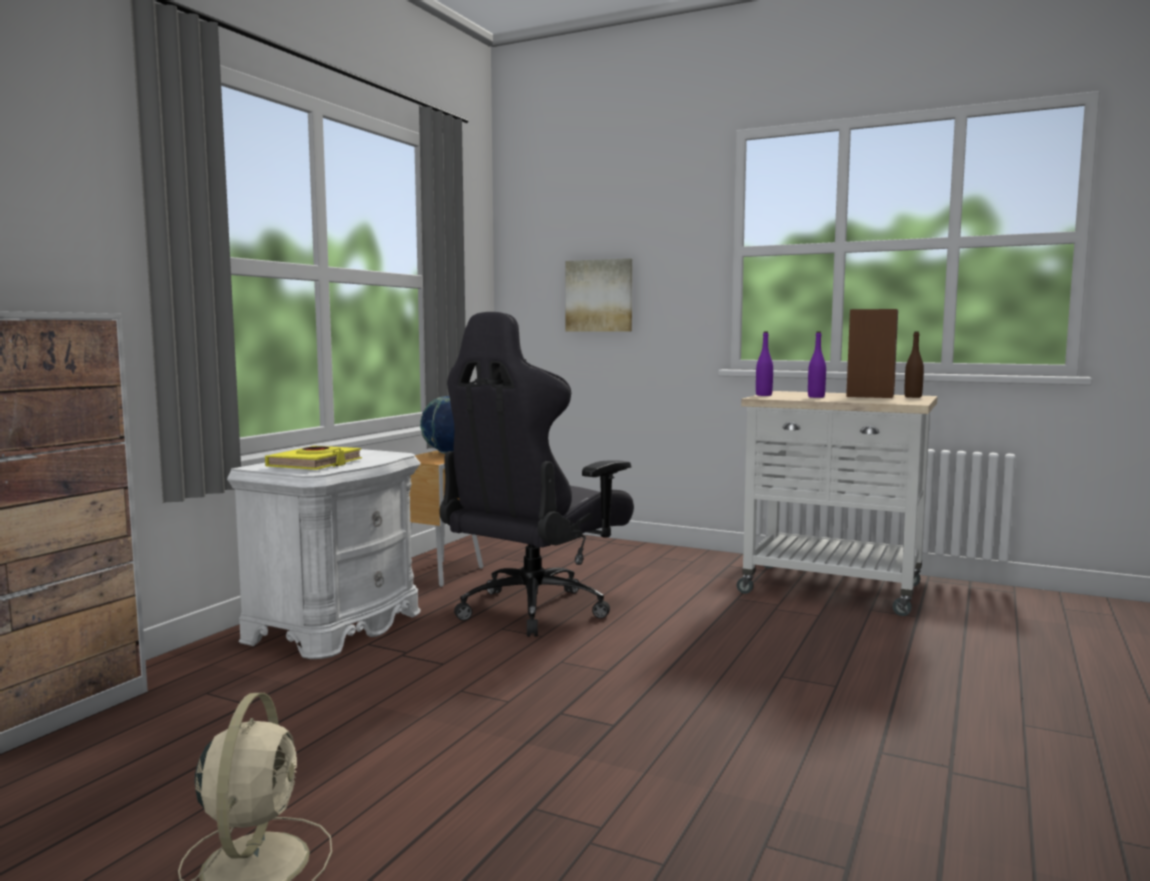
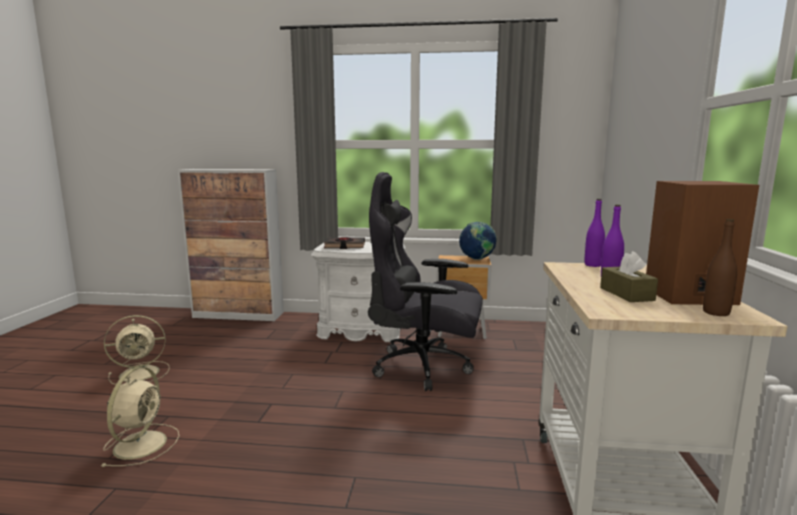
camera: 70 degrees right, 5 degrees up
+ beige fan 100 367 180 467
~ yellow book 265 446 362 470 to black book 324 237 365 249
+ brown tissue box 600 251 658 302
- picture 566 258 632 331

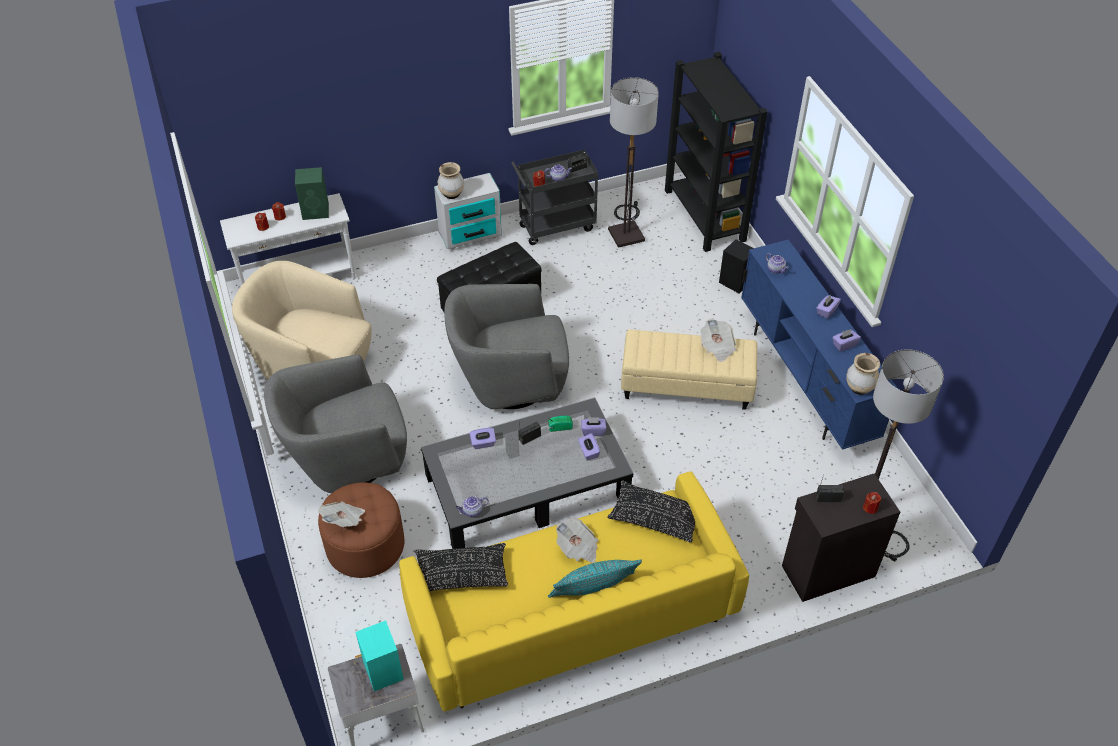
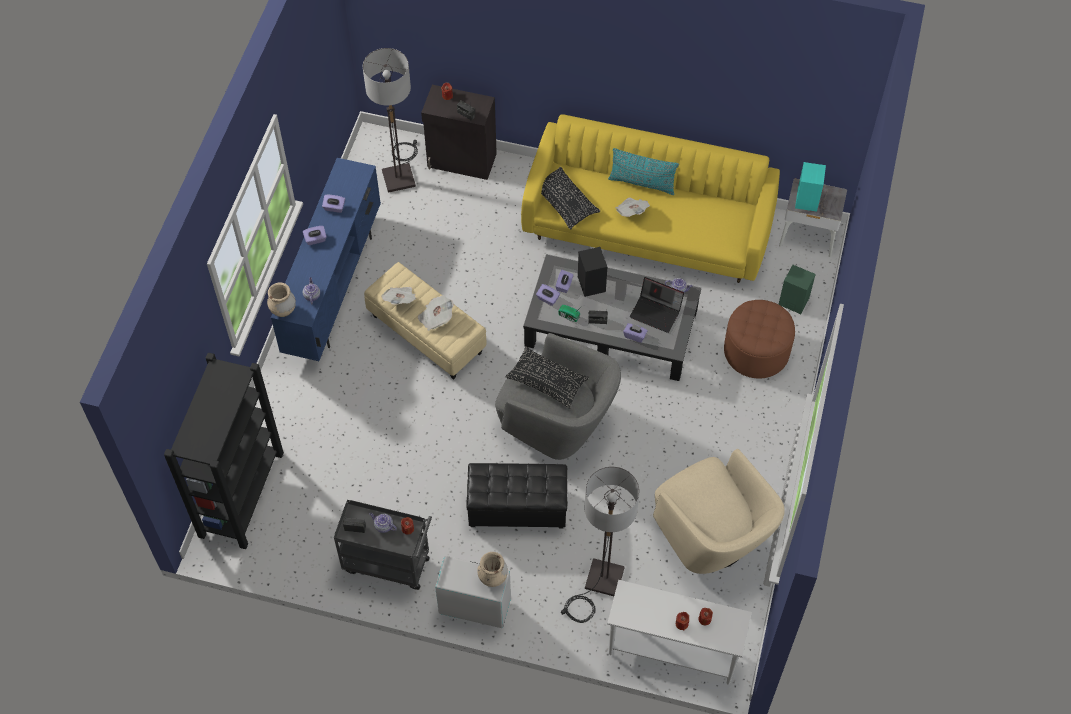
camera: 145 degrees left, 10 degrees up
~ beige vase 847 353 880 395 to 267 282 296 317
~ newspaper 318 501 365 527 to 418 295 454 331
~ black pillow 415 543 508 591 to 505 347 589 409
~ floor lamp 608 77 659 248 to 561 466 640 623
~ black speaker 719 239 754 293 to 578 247 607 297
+ laptop 630 277 684 333
~ green speaker 295 167 329 220 to 778 265 816 314
- grey armchair 264 355 407 493

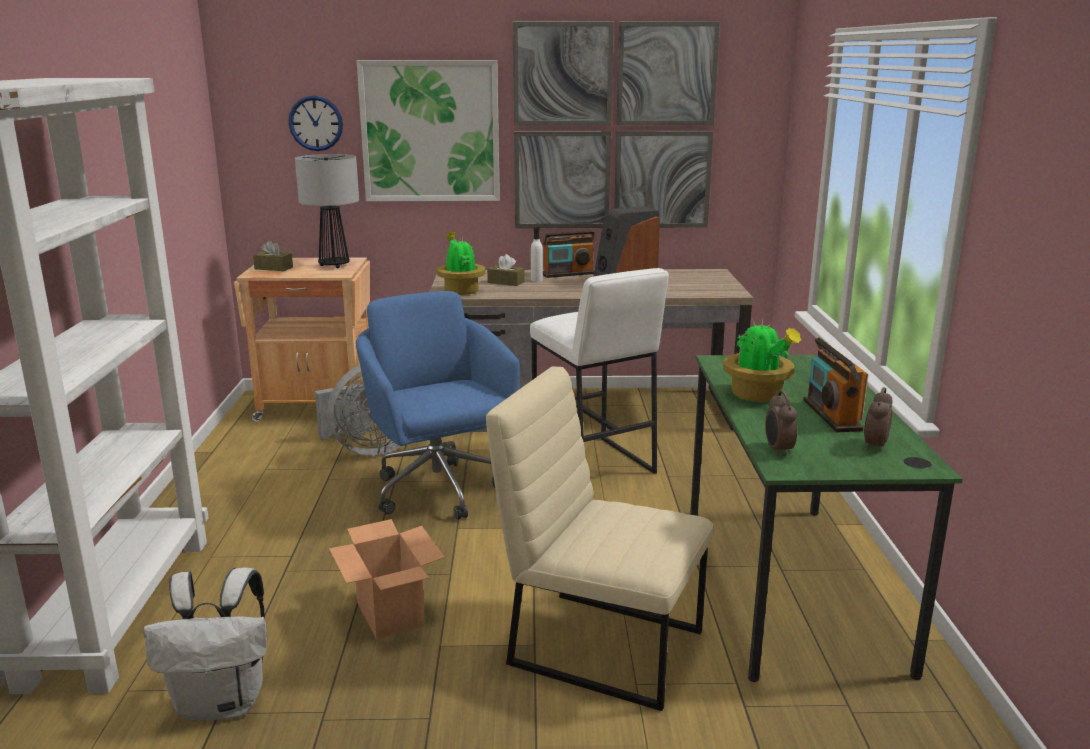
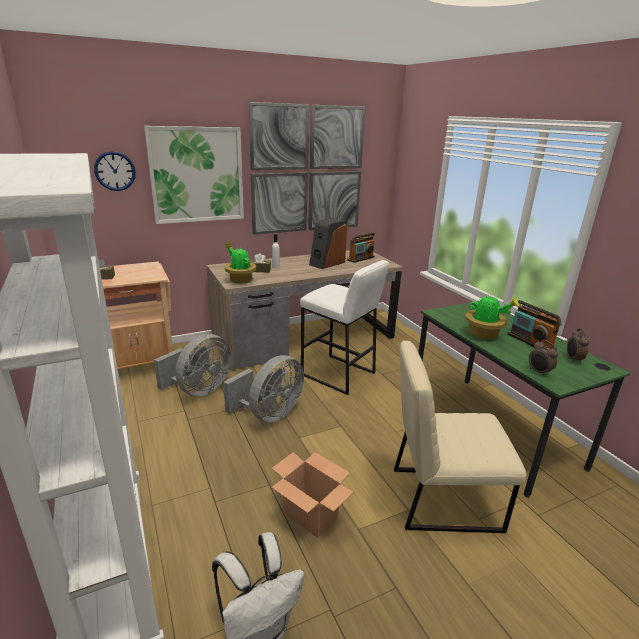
camera: 25 degrees left, 5 degrees up
~ blue office chair 356 291 520 520 to grey fan 223 355 304 423
~ radio 543 230 595 278 to 347 232 375 263
- table lamp 295 154 359 268

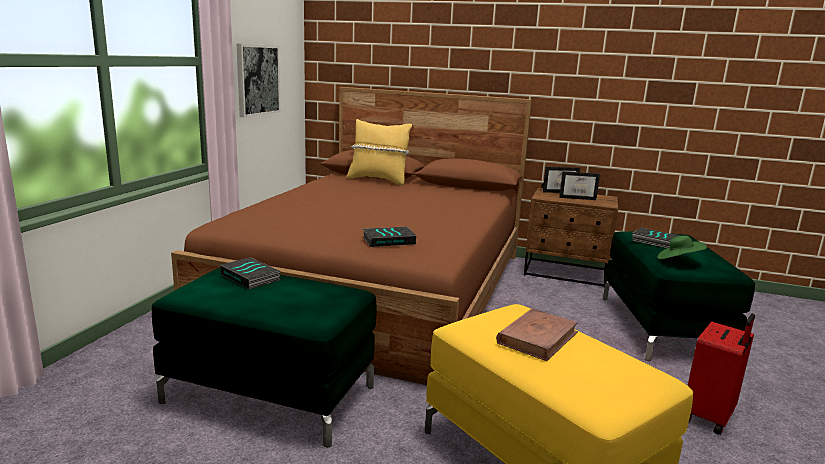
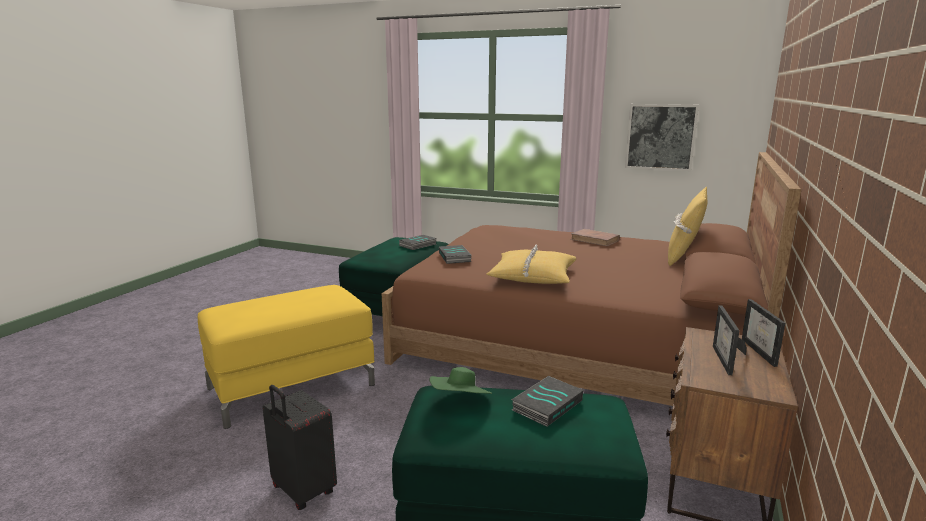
camera: 95 degrees right, 0 degrees up
~ red suitcase 688 314 755 435 to black suitcase 263 385 337 510
+ yellow pillow 487 245 576 284
~ brown book 496 308 578 361 to 571 229 620 246

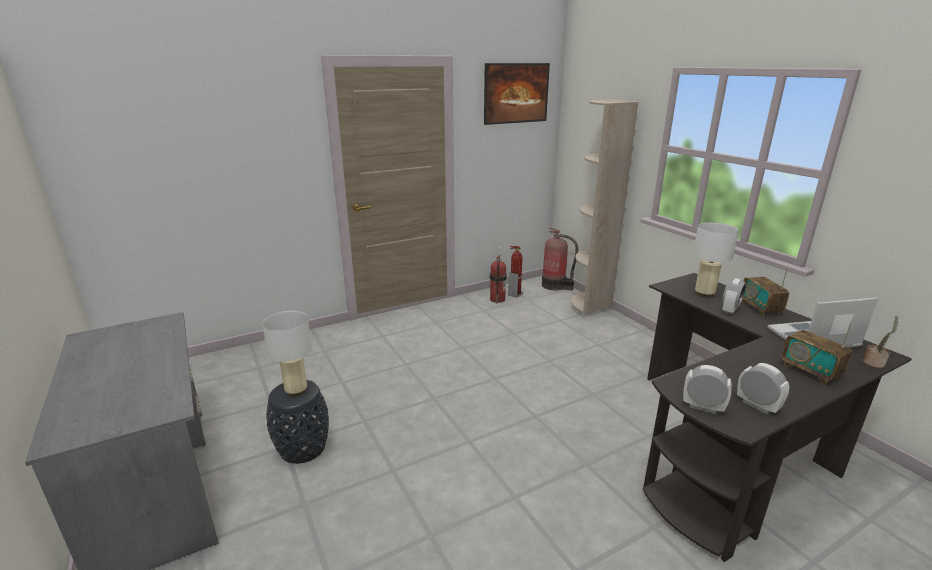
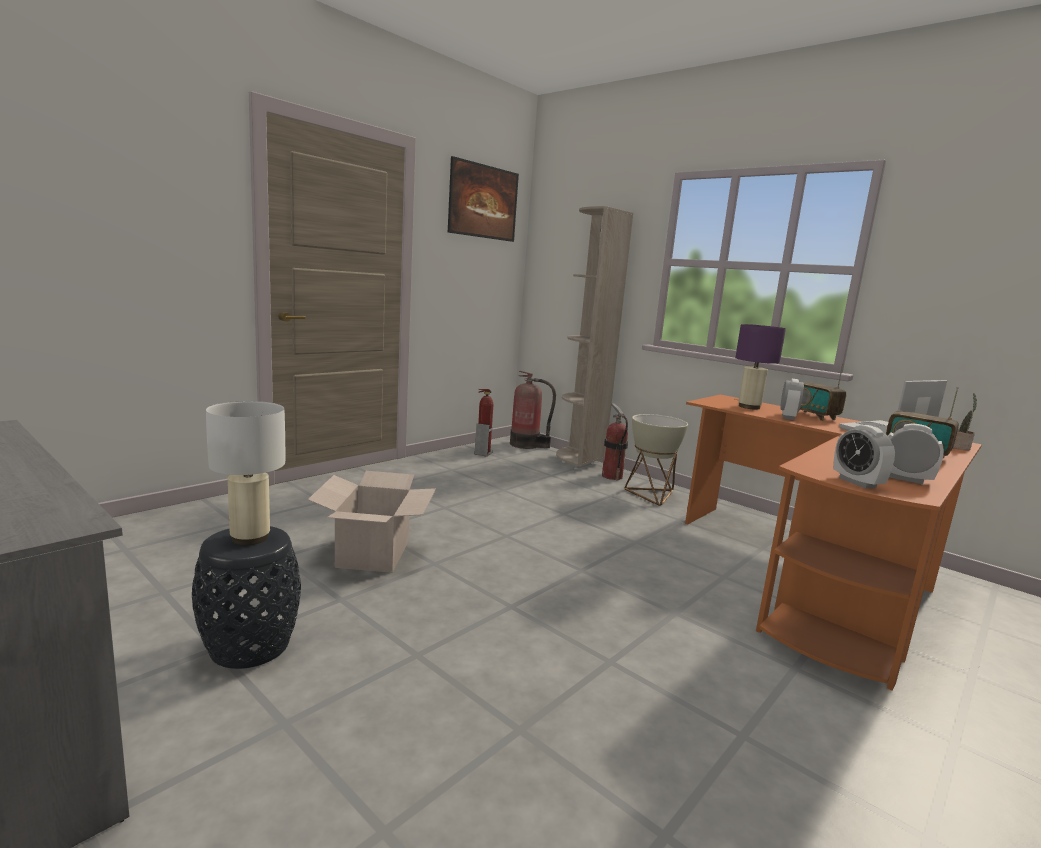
camera: 20 degrees left, 10 degrees down
+ cardboard box 308 471 436 573
~ fire extinguisher 490 245 507 303 to 602 403 628 480
+ planter 624 414 688 506
~ black desk 643 273 912 562 to orange desk 685 395 982 691
~ white table lamp 693 222 739 298 to purple table lamp 736 324 786 410
~ alarm clock 683 365 732 414 = 833 425 895 489 120 degrees counterclockwise

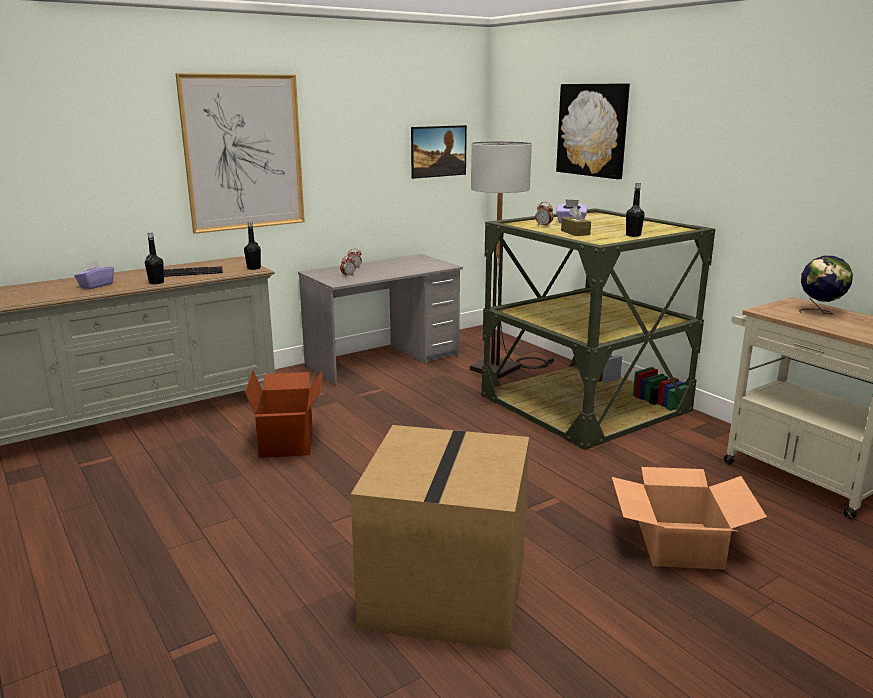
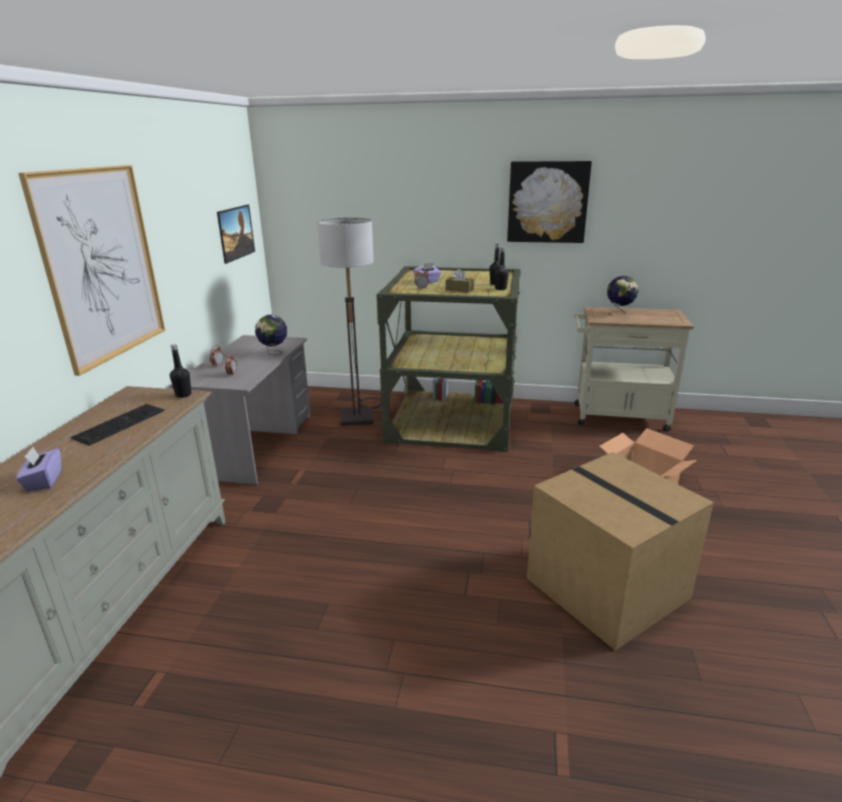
camera: 45 degrees left, 5 degrees up
+ globe 255 315 287 355
~ black bottle 145 233 164 284 to 494 247 509 290
~ picture 556 83 630 179 to 507 161 592 243
- cardboard box 245 370 323 458

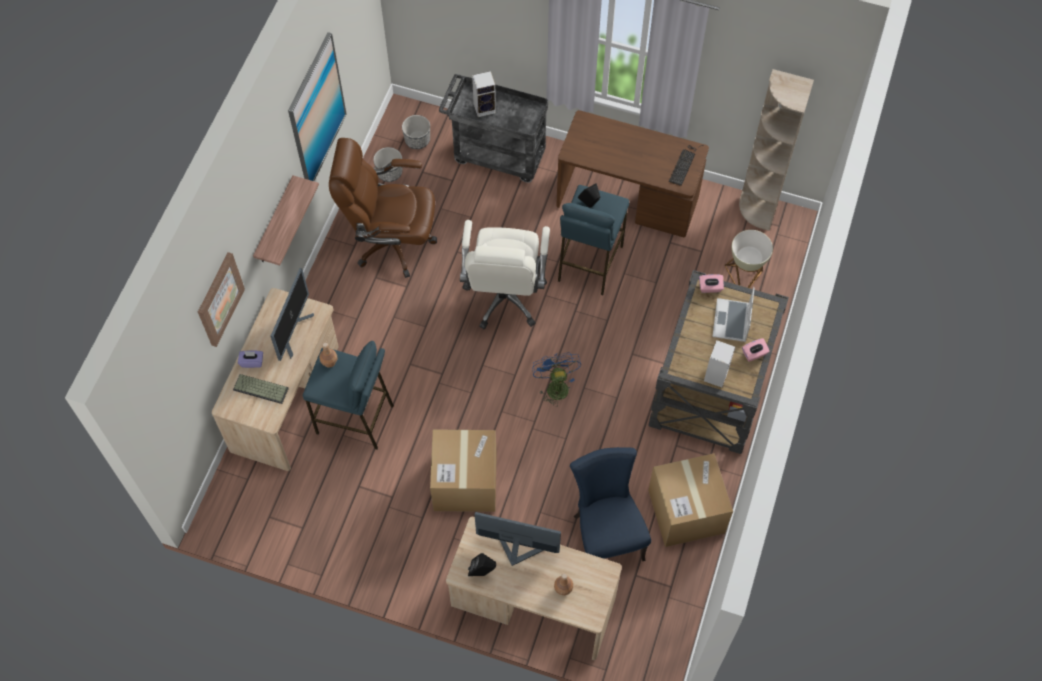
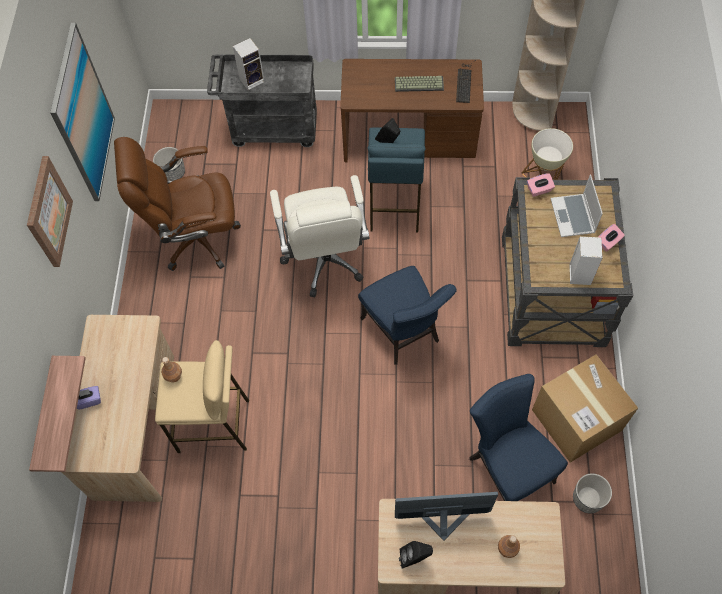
camera: 15 degrees left, 0 degrees up
~ picture 198 252 245 347 to 27 156 73 267
~ shelf 253 175 319 266 to 29 356 86 472
~ blue stool 303 341 394 449 to beige stool 155 340 249 453
~ blue fan 532 352 581 407 to blue chair 358 266 457 364
~ keyboard 233 374 289 404 to 395 76 444 92
~ planter 402 115 430 149 to 573 473 612 514
- monitor 270 268 314 361
- cardboard box 430 429 497 512

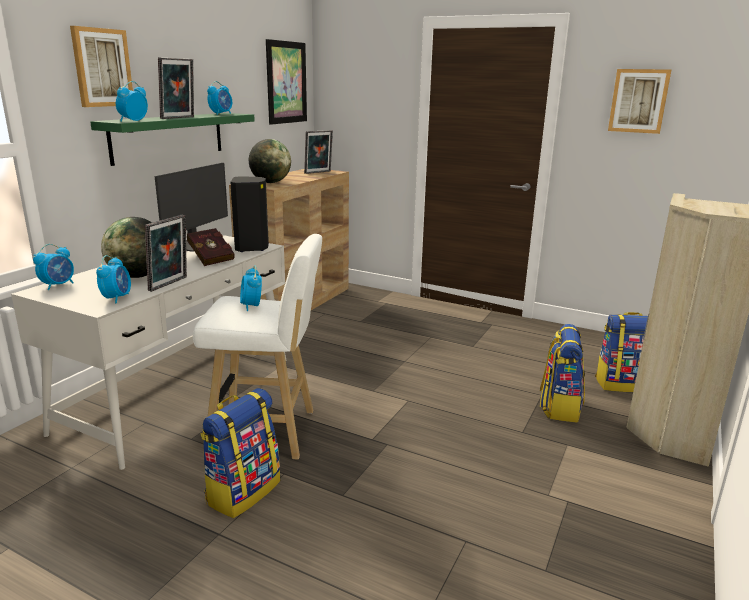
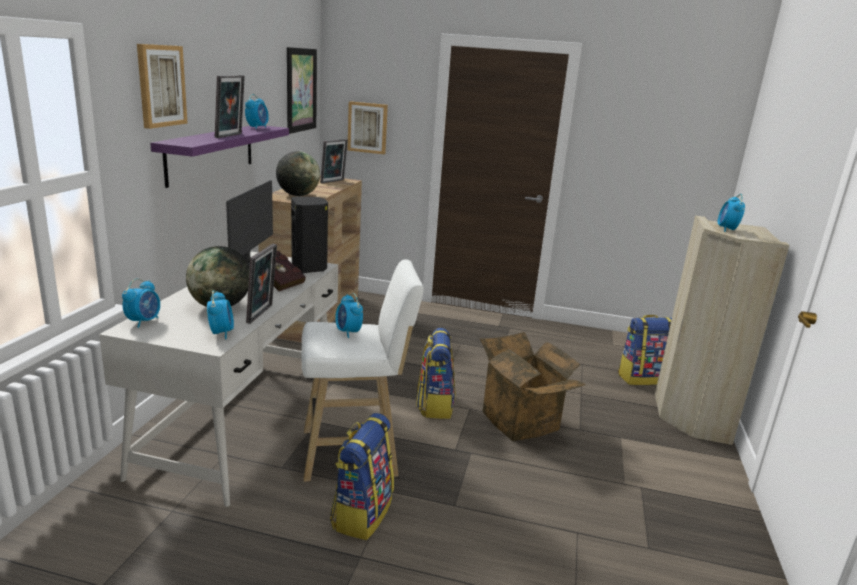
camera: 15 degrees left, 0 degrees up
~ green shelf 90 113 255 166 to purple shelf 150 126 289 188
~ picture 608 69 671 134 to 348 101 388 154
~ backpack 540 324 585 423 to 416 328 455 419
+ cardboard box 480 332 586 441
~ alarm clock 116 81 148 122 to 718 194 745 232

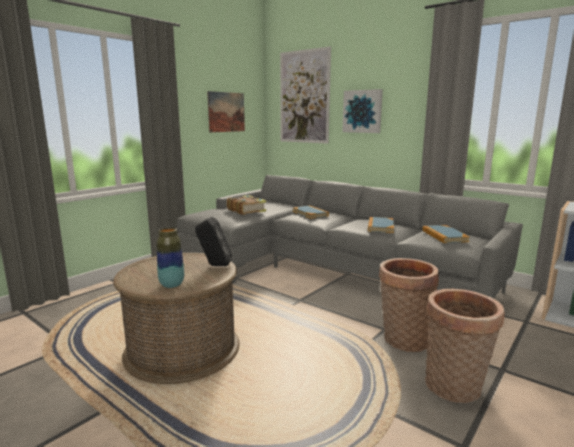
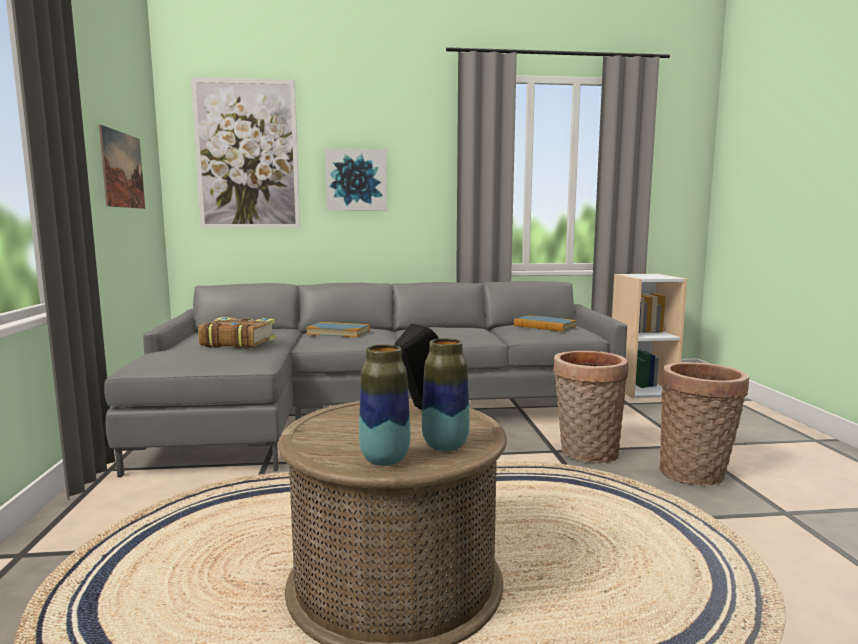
camera: 45 degrees left, 5 degrees down
+ vase 359 344 411 466
- book 368 217 394 233

